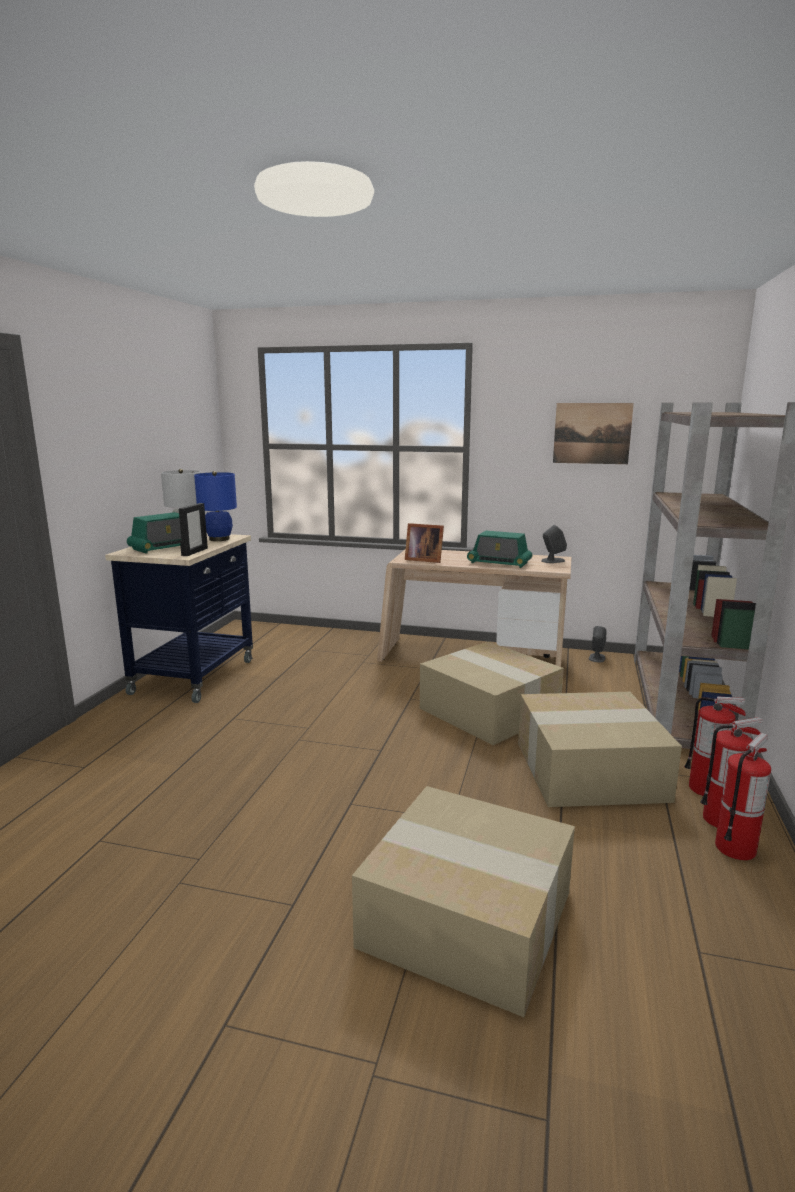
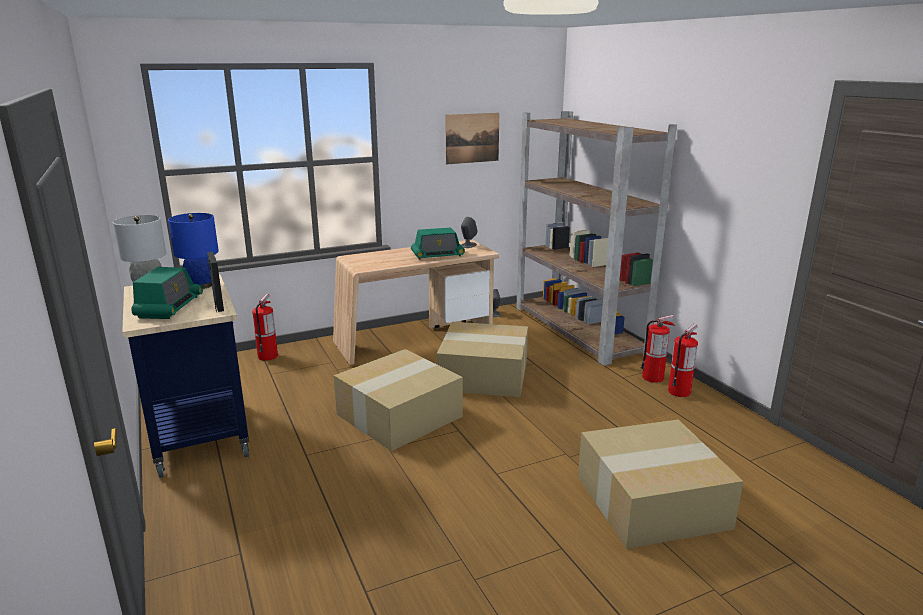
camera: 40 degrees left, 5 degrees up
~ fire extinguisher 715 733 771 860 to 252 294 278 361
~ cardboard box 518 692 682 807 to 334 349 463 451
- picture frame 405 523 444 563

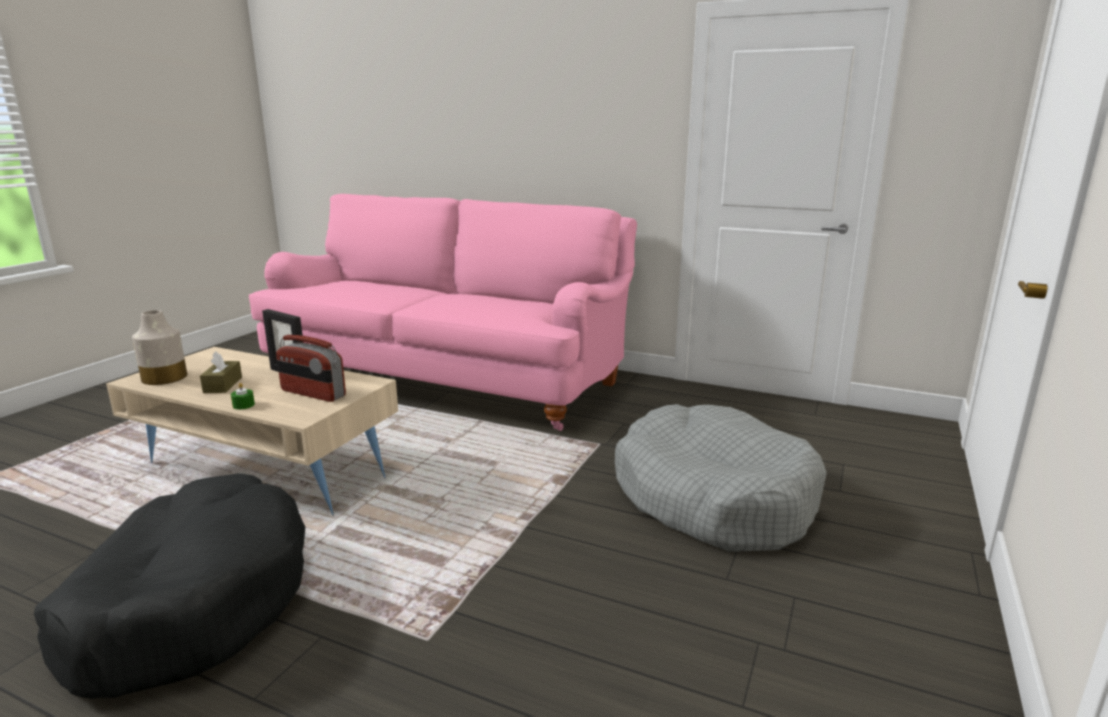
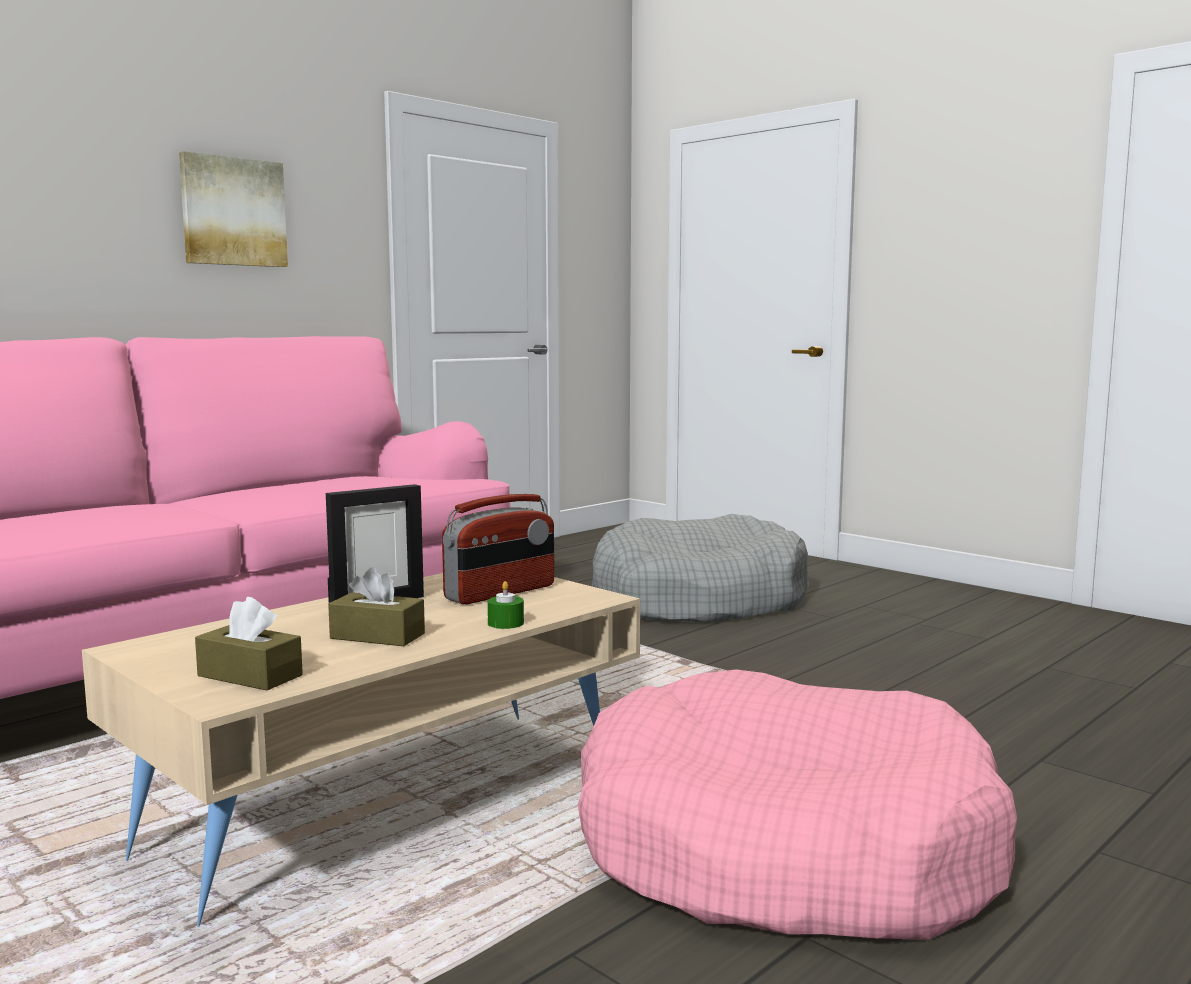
camera: 70 degrees left, 10 degrees down
+ picture 179 151 288 267
~ beige vase 132 310 187 385 to brown tissue box 195 597 303 691
~ black dog bed 34 473 305 699 to pink dog bed 578 669 1017 940

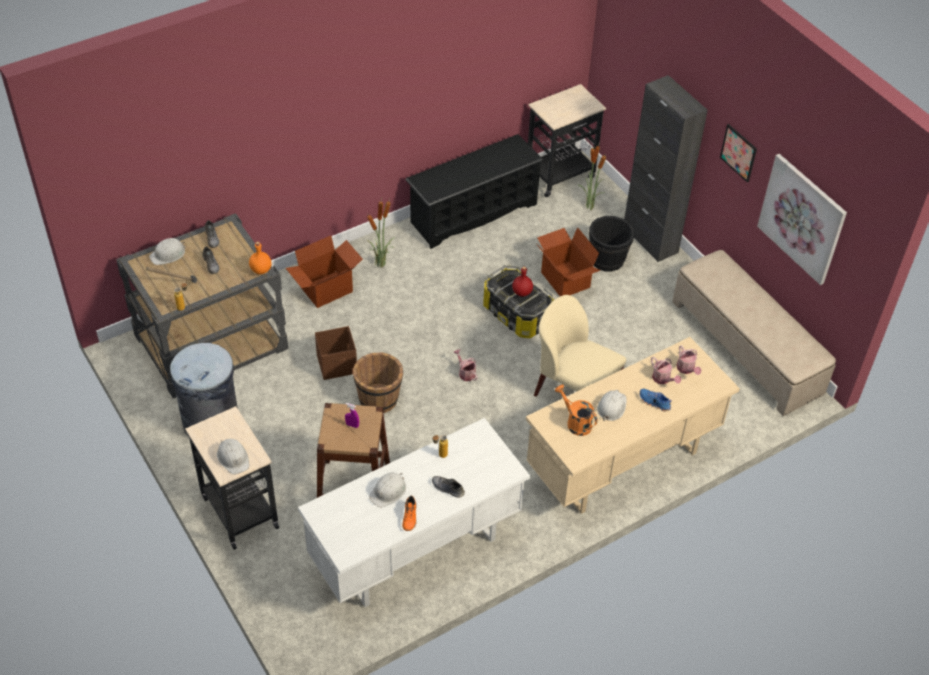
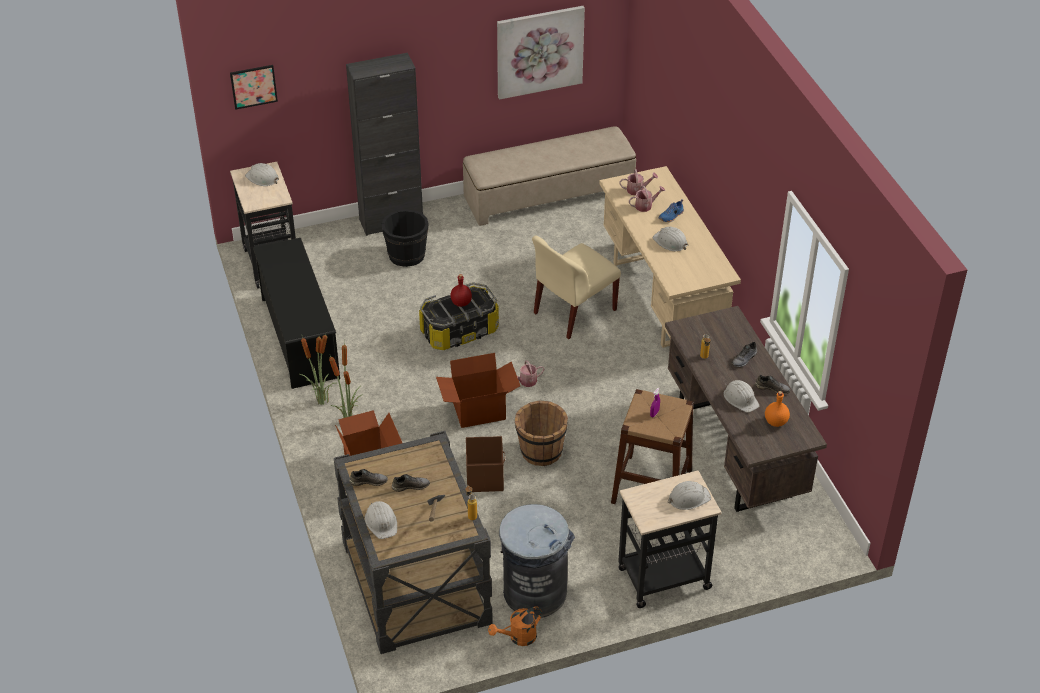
camera: 75 degrees left, 5 degrees down
~ picture 720 124 757 182 to 230 65 278 110
+ white hard hat 245 163 279 186
~ potted plant 577 145 606 210 to 300 334 336 405
~ cardboard box 537 227 601 296 to 436 353 520 428
~ orange watering can 555 385 597 436 to 488 606 542 646
~ white desk 298 418 530 607 to brown desk 665 306 827 512
~ orange shoe 402 496 417 531 to grey shoe 755 375 791 394
~ orange bottle 249 242 272 274 to 765 391 790 427

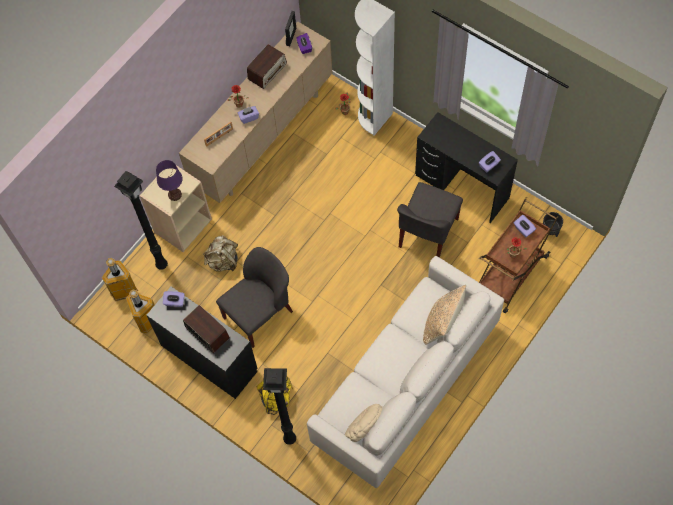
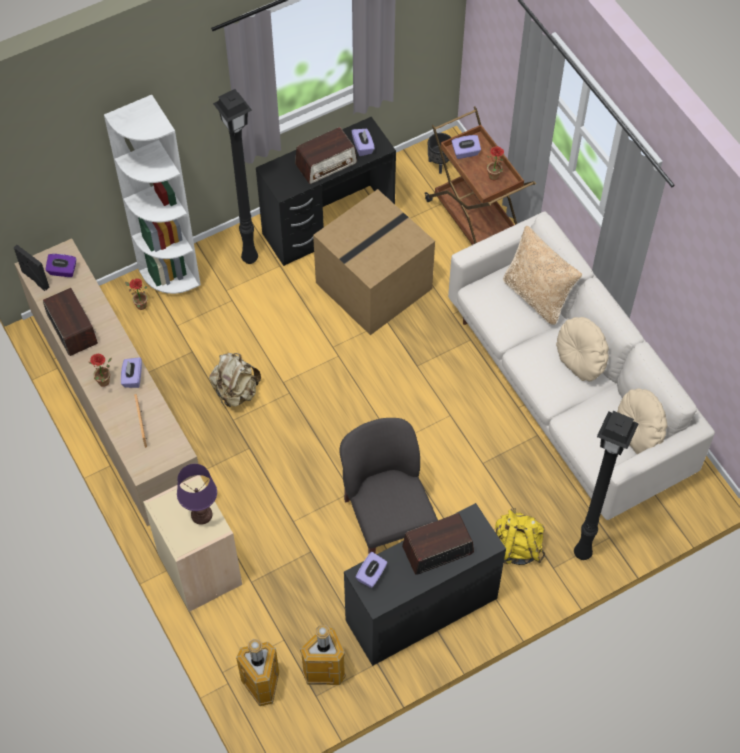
camera: 70 degrees left, 5 degrees down
~ beige backpack 203 235 238 272 to 209 353 261 407
~ black floor lamp 114 171 168 270 to 213 89 258 264
+ radio 295 127 357 184
~ grey chair 397 182 463 258 to cardboard box 313 189 435 335
+ beige pillow 556 317 609 382

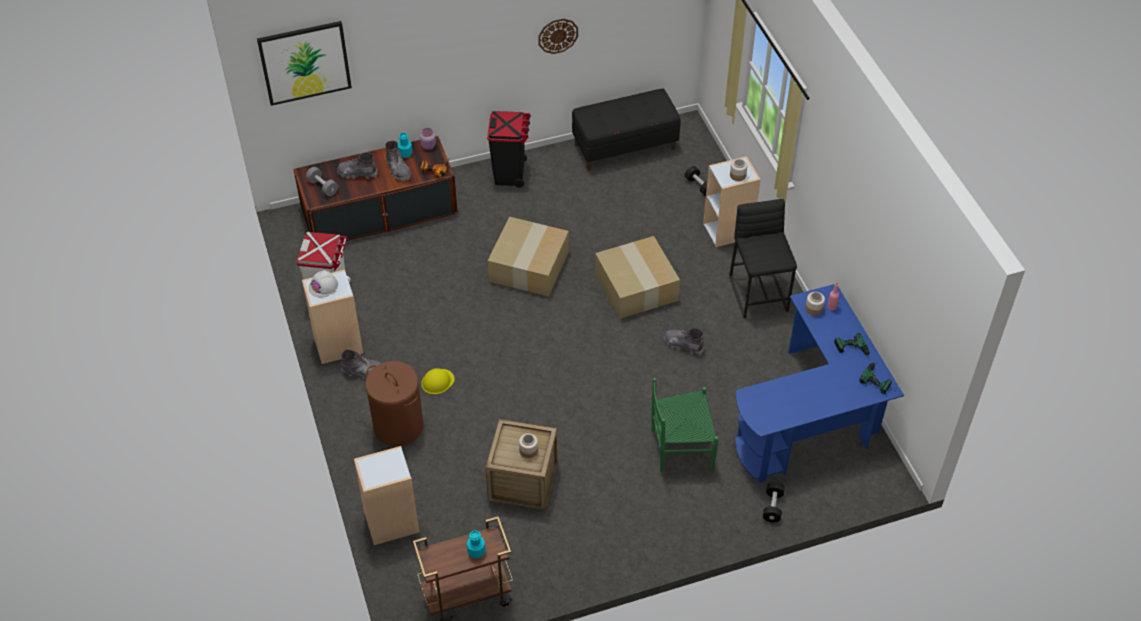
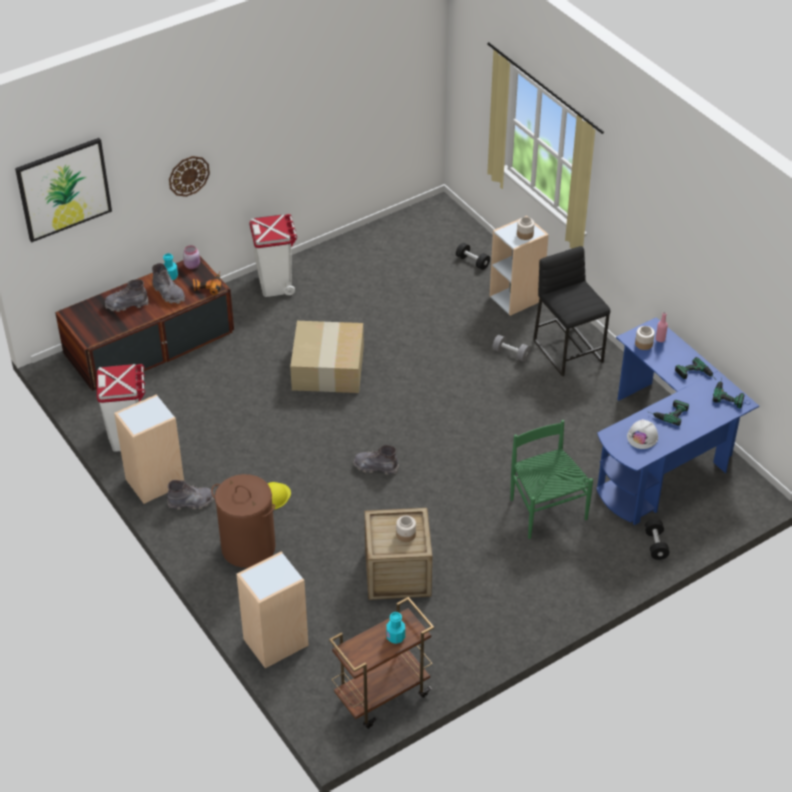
camera: 15 degrees left, 5 degrees down
~ wall clock 538 19 578 54 to 169 156 210 197
~ black trash can 487 111 531 188 to white trash can 249 214 297 297
~ grey boot 664 328 704 356 to 353 445 399 474
~ grey dumbbell 306 167 338 196 to 492 335 530 362
~ green chair 652 378 719 473 = 510 420 593 539 90 degrees clockwise
~ white hard hat 309 270 338 297 to 627 419 658 449
+ power drill 649 400 689 426
- black bench 572 89 681 171
- cardboard box 595 236 680 319

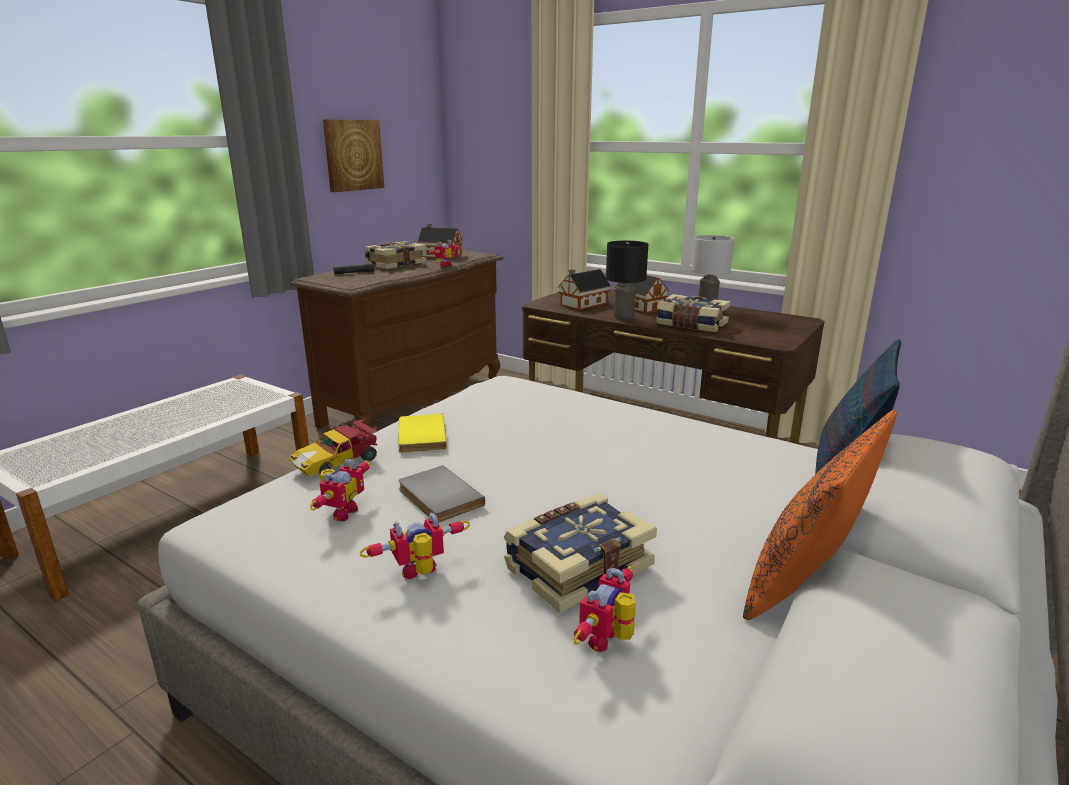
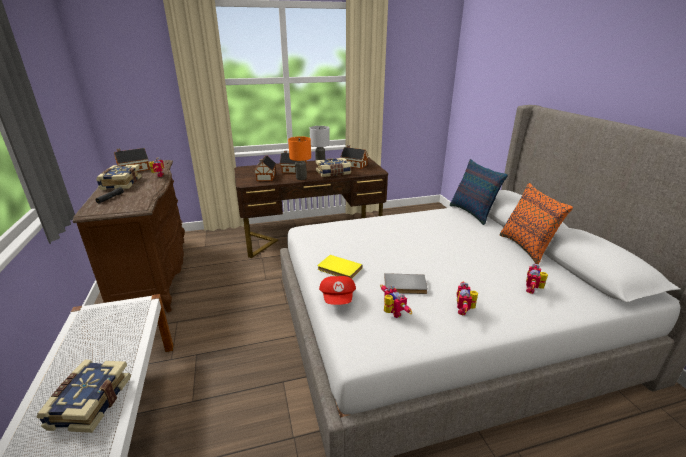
camera: 50 degrees left, 5 degrees up
~ book 504 493 657 613 to 36 360 131 433
~ black table lamp 606 240 648 320 to orange table lamp 288 136 311 180
~ toy car 289 419 378 476 to red cap 319 276 356 305
+ toy house 341 145 369 169
~ toy robot 573 566 636 652 = 526 264 548 294 45 degrees clockwise
- picture 323 119 384 192

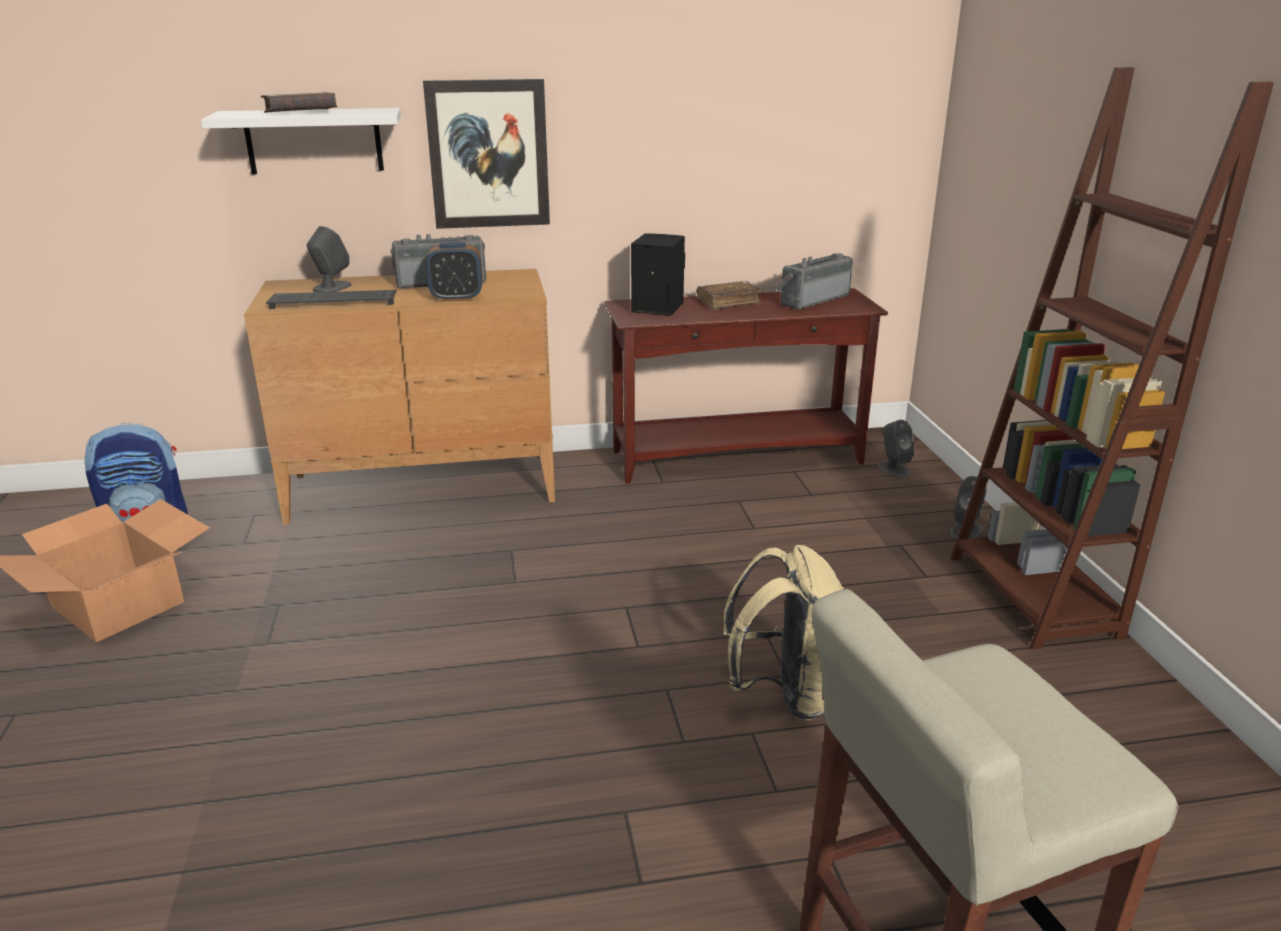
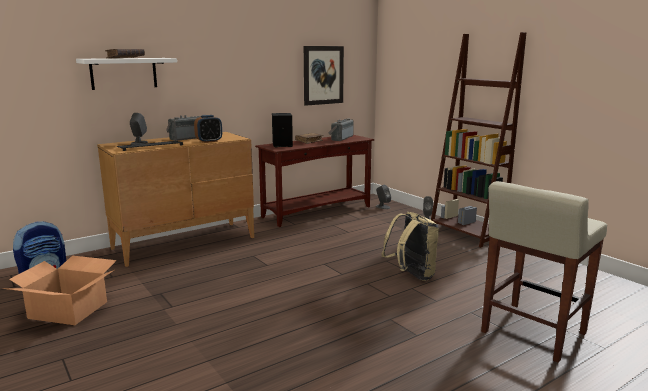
camera: 25 degrees left, 10 degrees down
~ picture 423 79 550 229 to 304 46 344 106

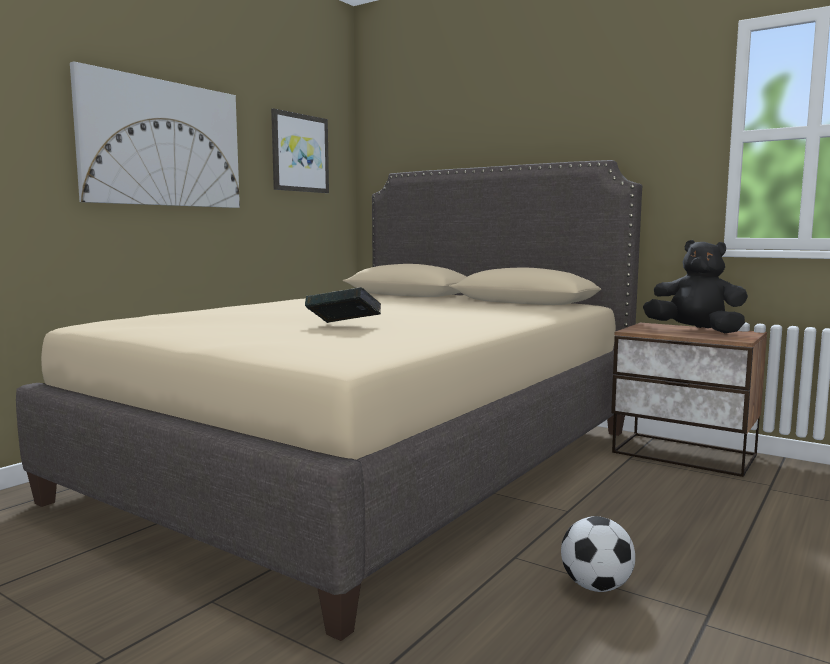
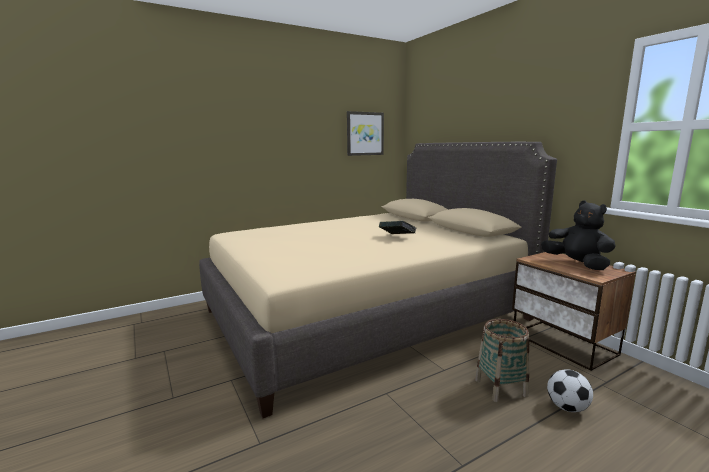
camera: 25 degrees right, 5 degrees up
~ book 305 287 381 323 to 379 221 416 234
+ basket 475 319 529 402
~ football 561 516 635 592 to 547 369 593 412
- picture 70 61 240 208

